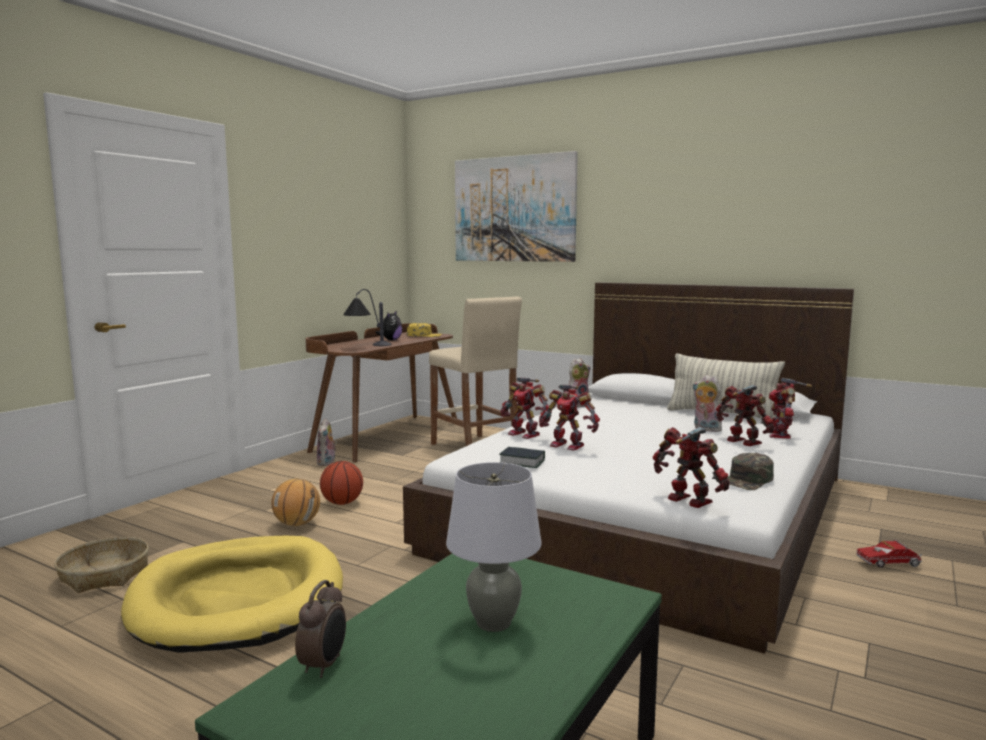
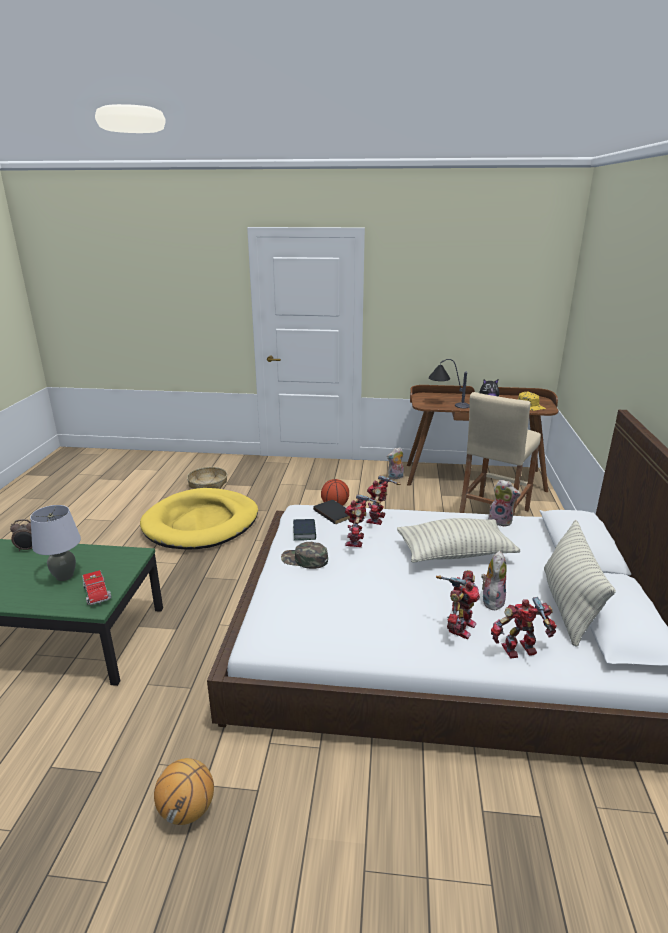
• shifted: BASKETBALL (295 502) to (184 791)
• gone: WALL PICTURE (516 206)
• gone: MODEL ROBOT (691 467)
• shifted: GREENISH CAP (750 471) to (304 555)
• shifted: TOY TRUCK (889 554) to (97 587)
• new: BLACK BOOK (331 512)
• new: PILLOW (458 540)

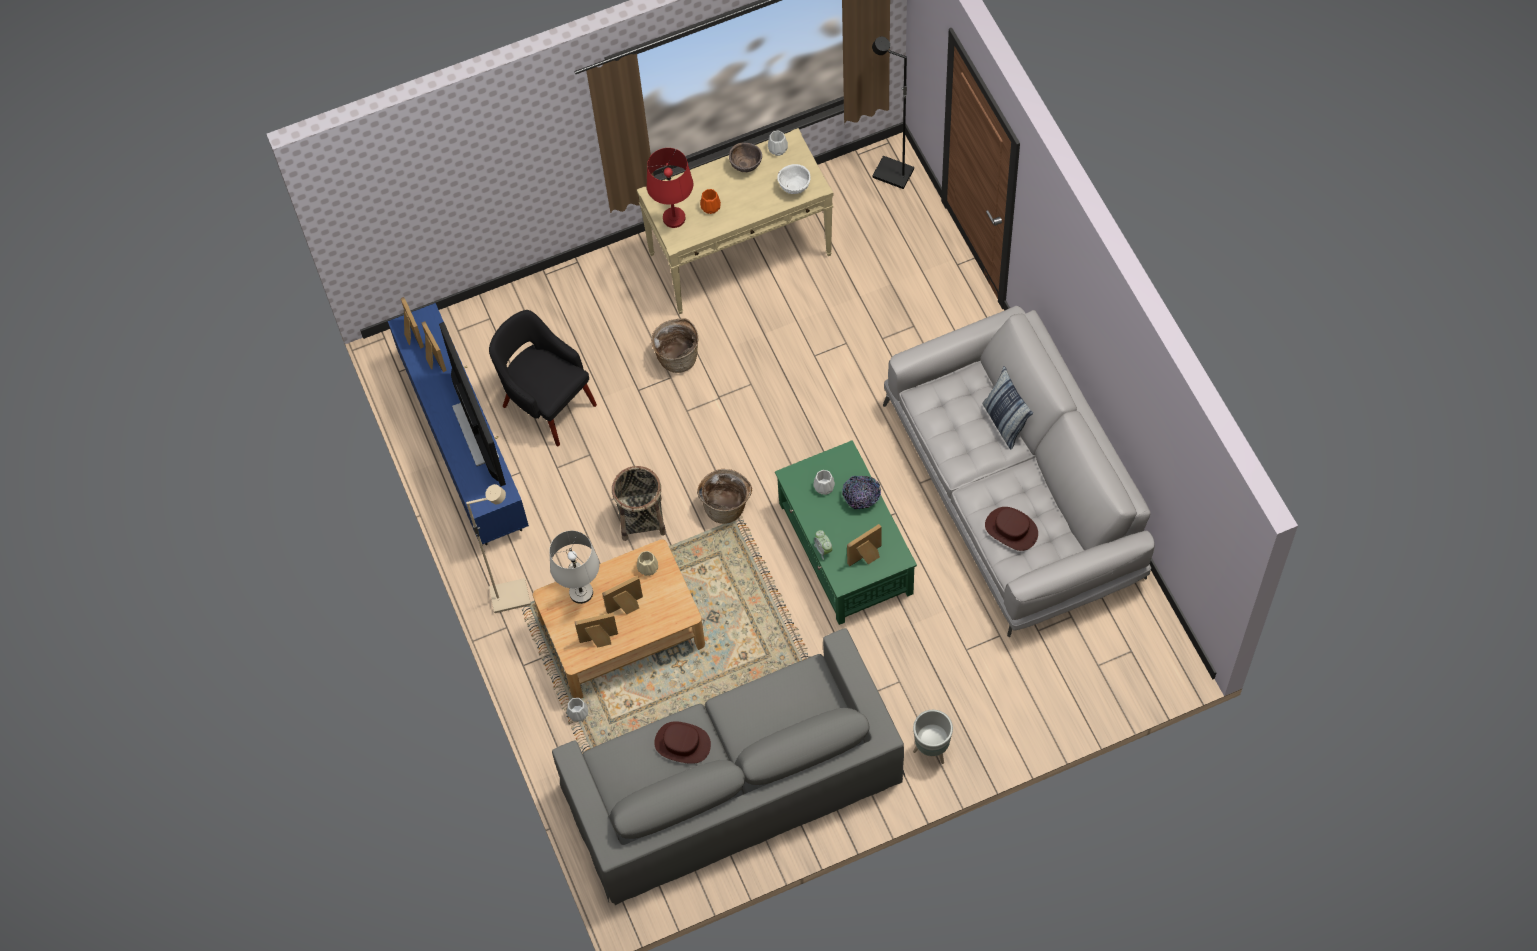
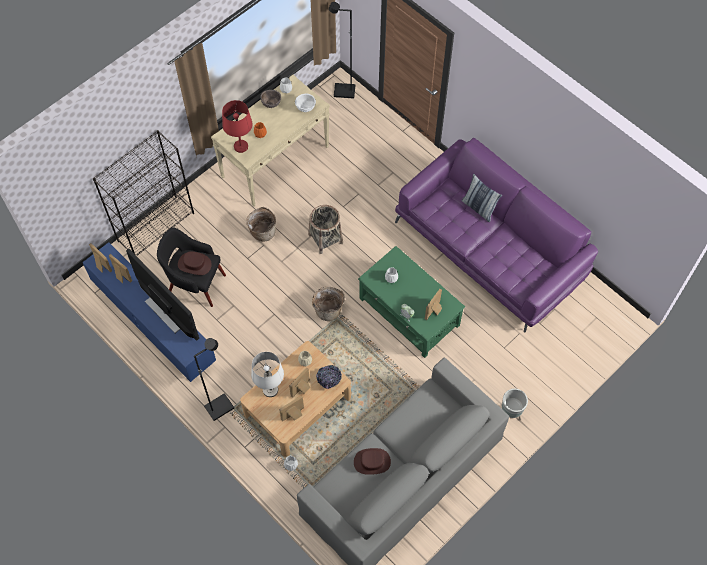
• repainted: BEIGE-COLOURED STANDARD LAMP (498 548) to BLACK STANDARD LAMP (214 379)
• shifted: STORAGE BASKET (639 503) to (325 229)
• shifted: DEEP DISH (861 492) to (329 377)
• repainted: GREYISH SOFA (1019 471) to PURPLISH SOFA (496 235)
• shifted: BROWNISH HAT (1011 529) to (195 263)
• new: BLACK BOOKSHELF (143 193)

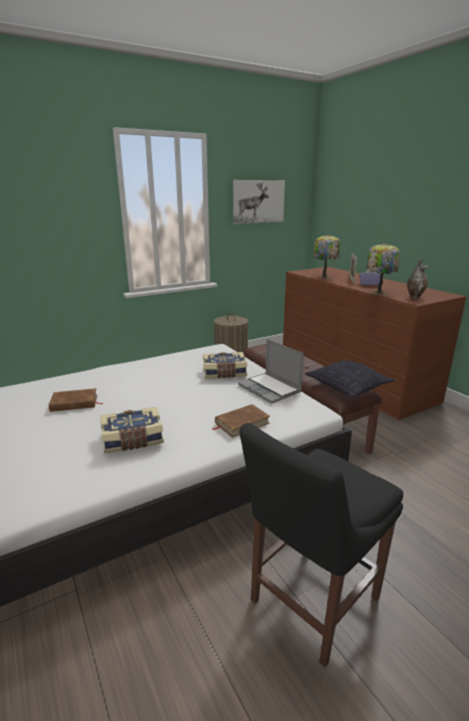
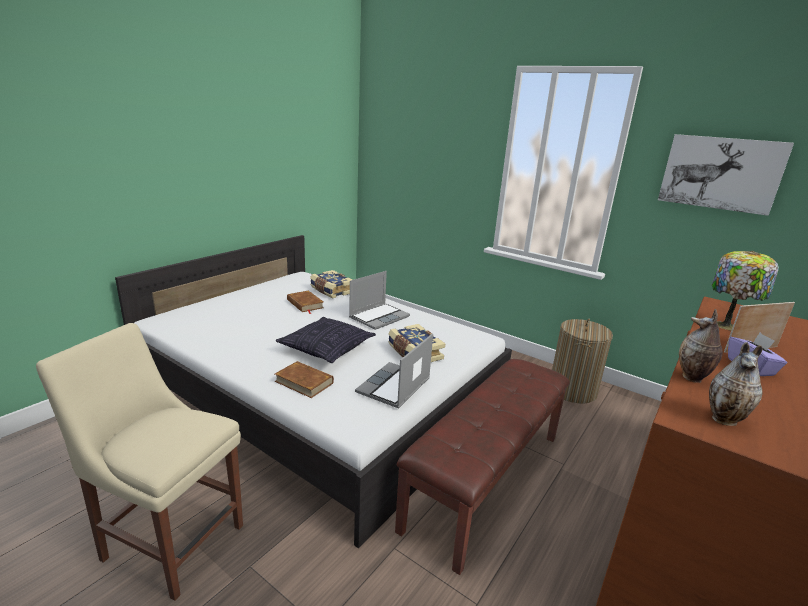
• shifted: BOOK (132 430) to (331 284)
• repainted: BLACK UPRIGHT CHAIR (321 545) to BEIGE-COLOURED UPRIGHT CHAIR (139 462)
• shifted: PILLOW (349 378) to (325 340)
• swapped: LAMP FOR A TABLE (383 269) to DECORATIVE VASE (701 346)
• new: NOTEBOOK COMPUTER (379 300)

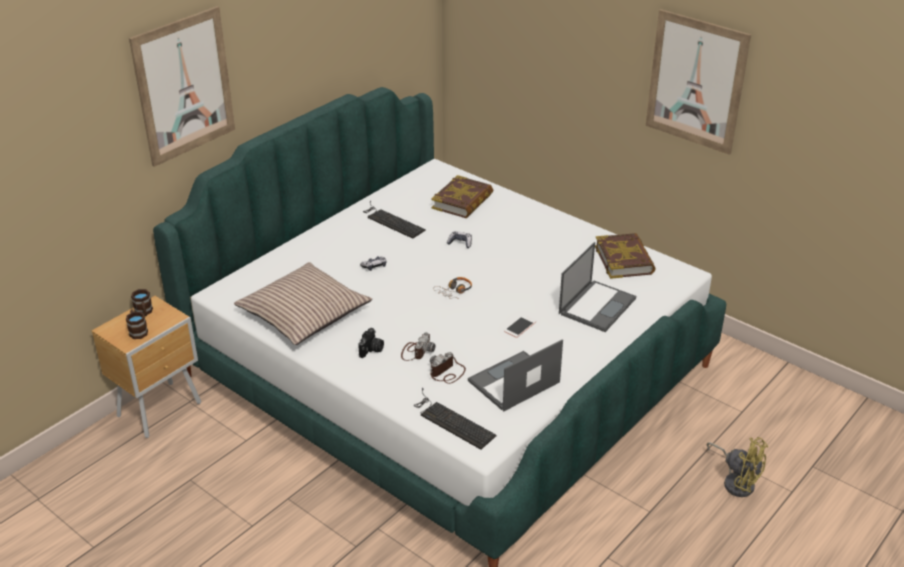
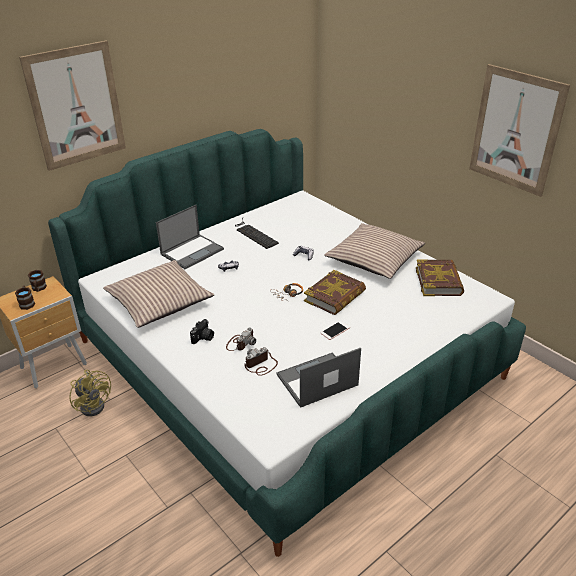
• gone: COMPUTER KEYBOARD (456 419)
• shifted: BOOK (462 196) to (335 292)
• shifted: NOTEBOOK COMPUTER (597 287) to (190 237)
• shifted: YELLOW-COLOURED COOLING FAN (737 467) to (90 393)
• new: PILLOW (374 251)

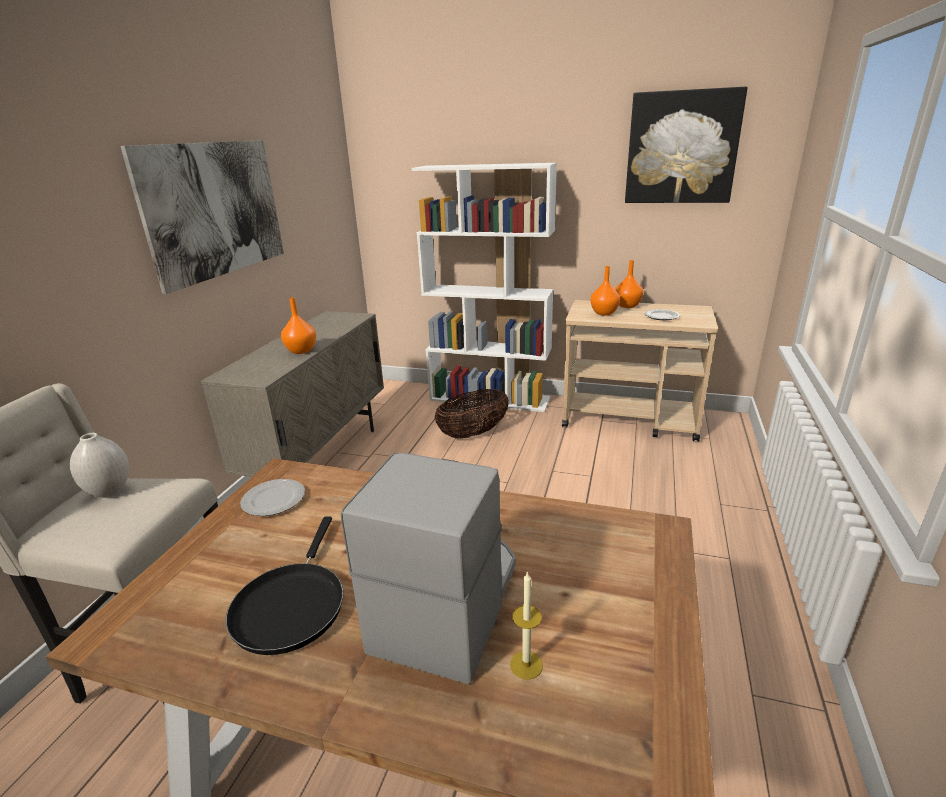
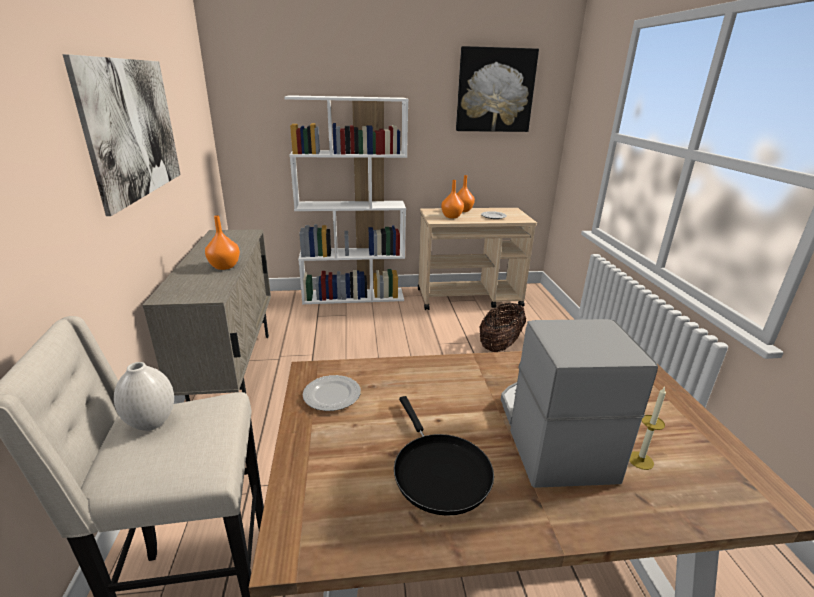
• shifted: STORAGE BASKET (472 414) to (502 327)

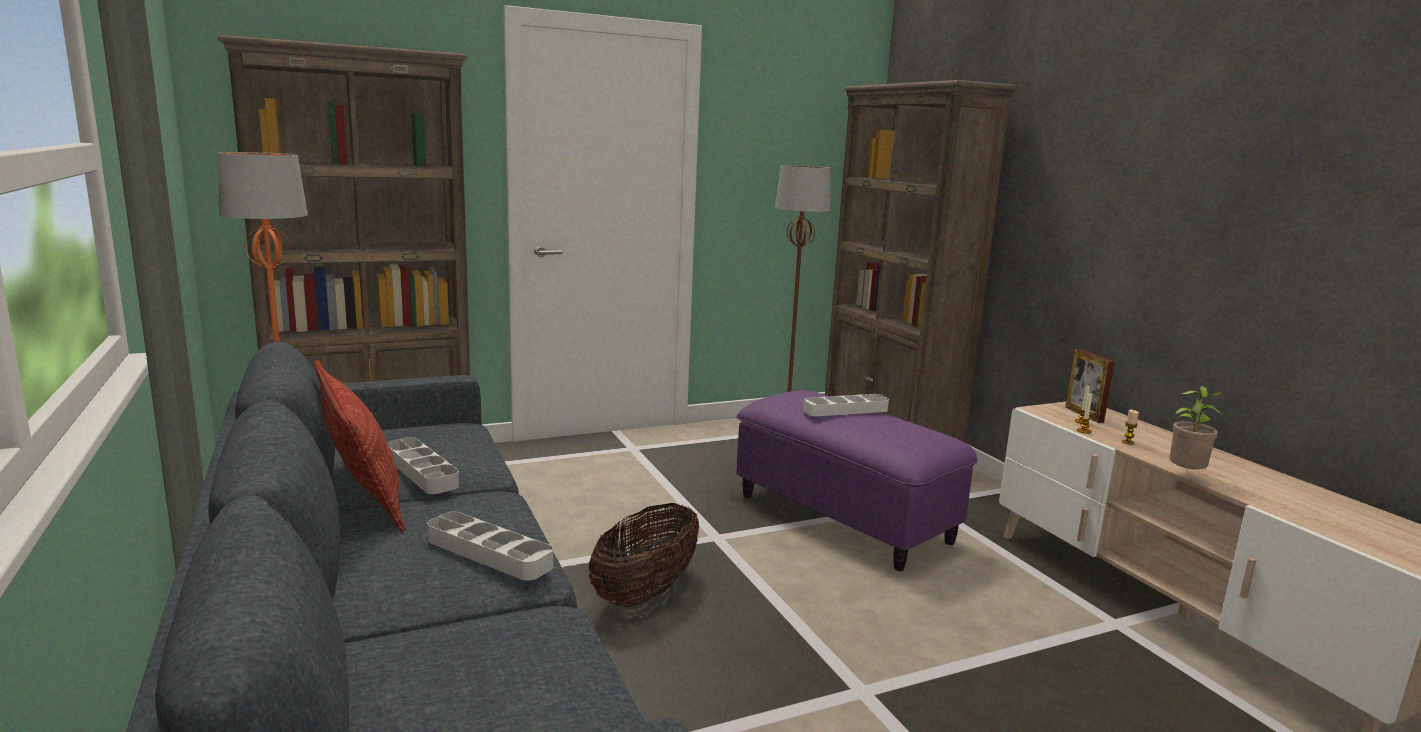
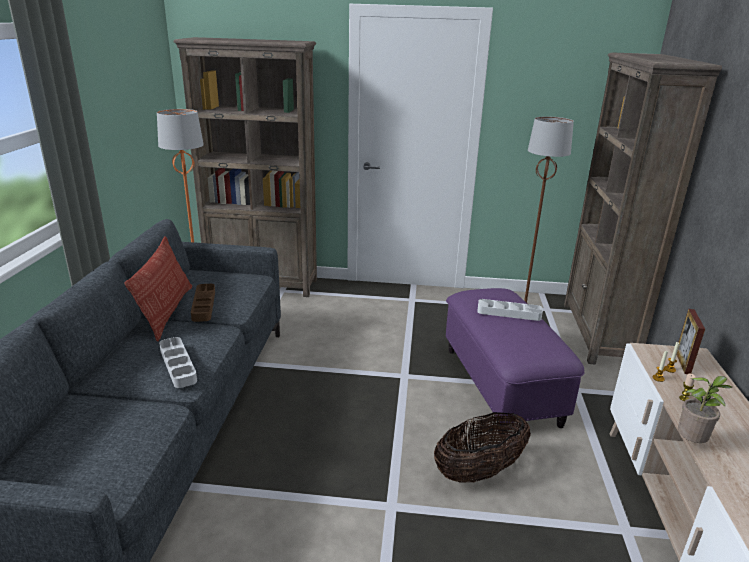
• repainted: GREYISH SERVING TRAY (423 466) to BROWNISH SERVING TRAY (203 303)
• shifted: STORAGE BASKET (643 555) to (482 447)

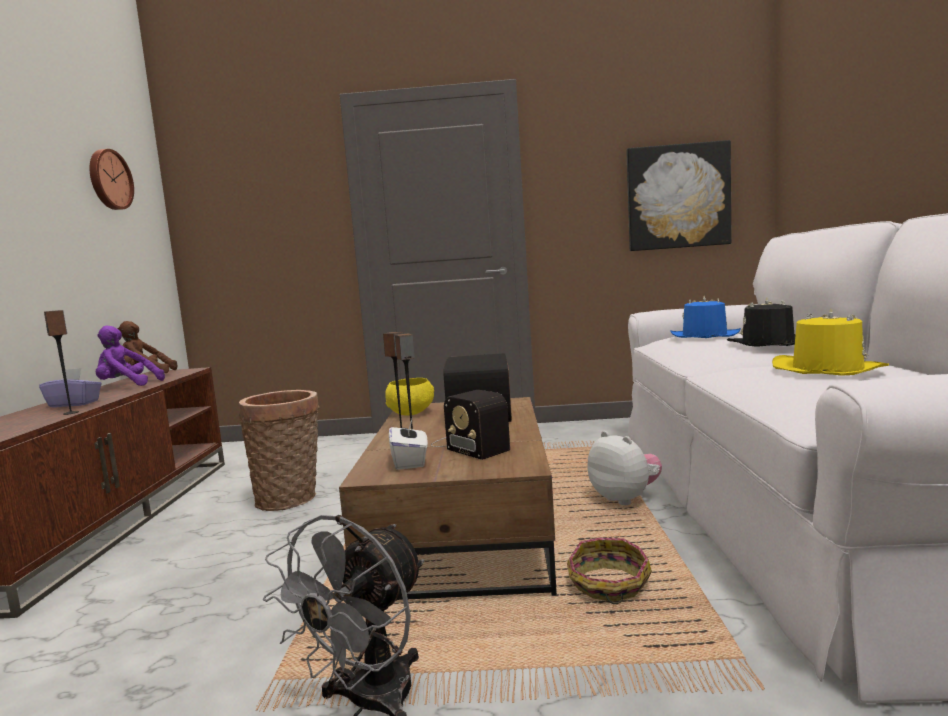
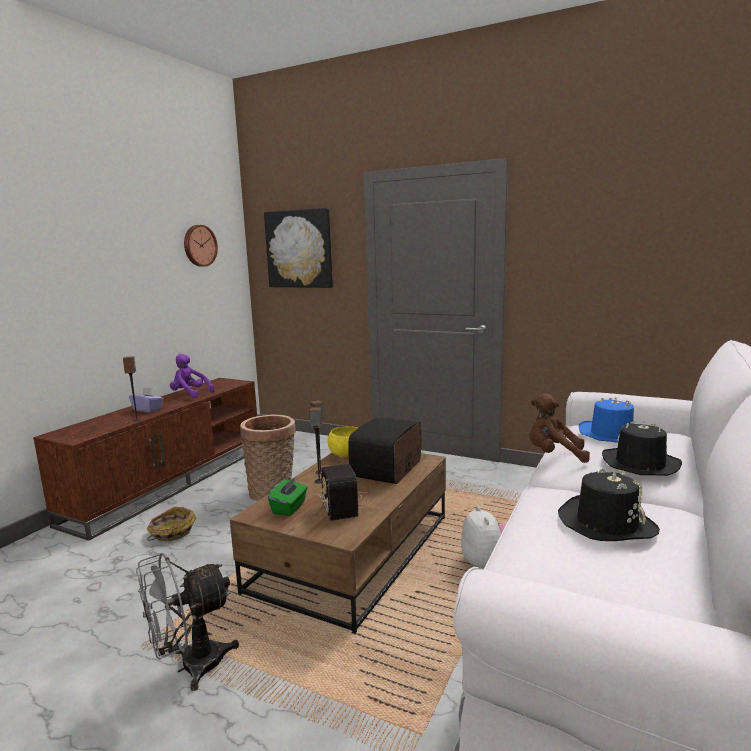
• shifted: BROWNISH SOFT TOY (147 347) to (560 428)
• repainted: WHITE-COLOURED BOX OF TISSUES (408 443) to GREENISH BOX OF TISSUES (288 496)
• shifted: STORAGE BASKET (609 571) to (171 524)
• shifted: WALL PICTURE (679 195) to (298 248)
• repainted: YELLOW-COLOURED HAT (830 342) to BLACK HAT (609 504)

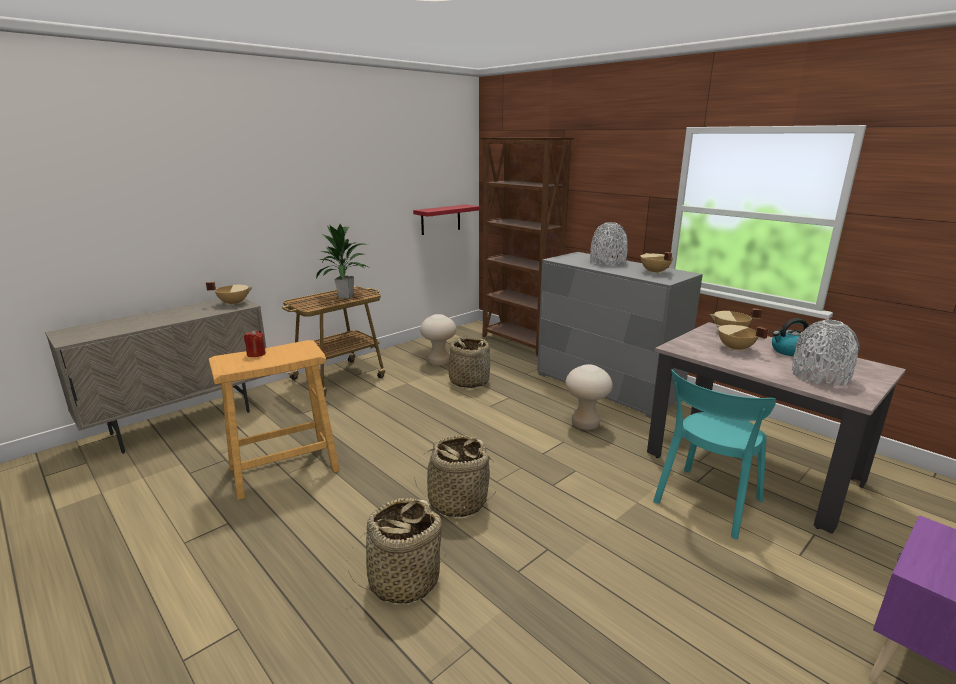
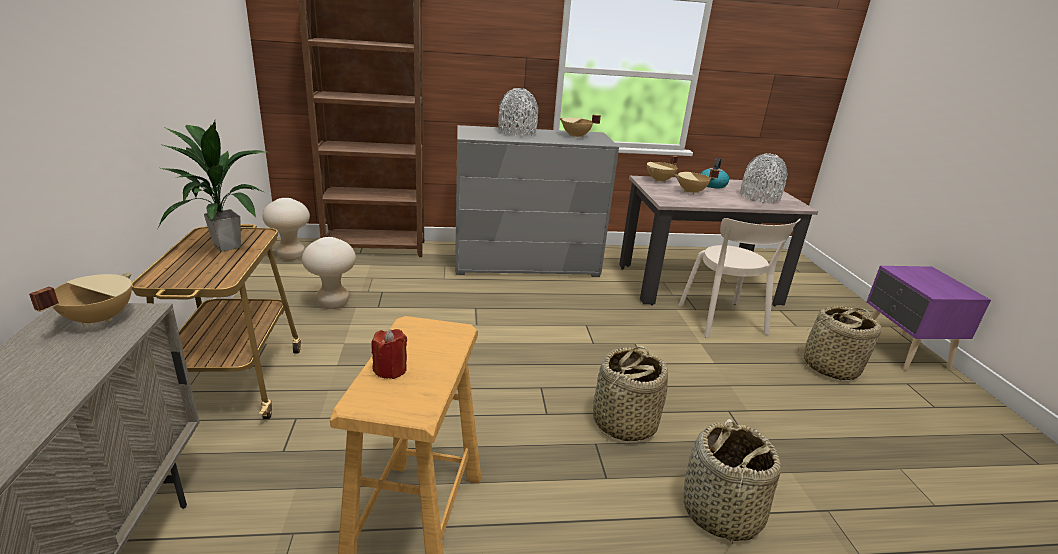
• gone: REDDISH BRACKET SHELF (446 220)
• shifted: STORAGE BASKET (469 362) to (839 343)
• shifted: BEIGE-COLOURED SITTING STOOL (589 397) to (286 229)
• repainted: TURQUOISE-COLOURED UPRIGHT CHAIR (714 454) to BEIGE-COLOURED UPRIGHT CHAIR (739 278)

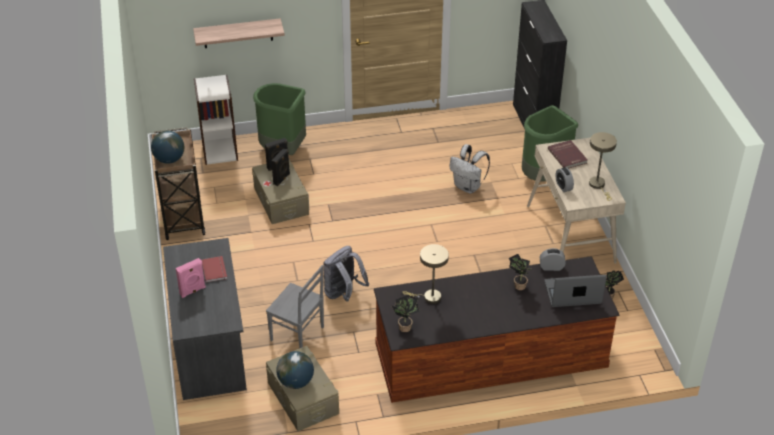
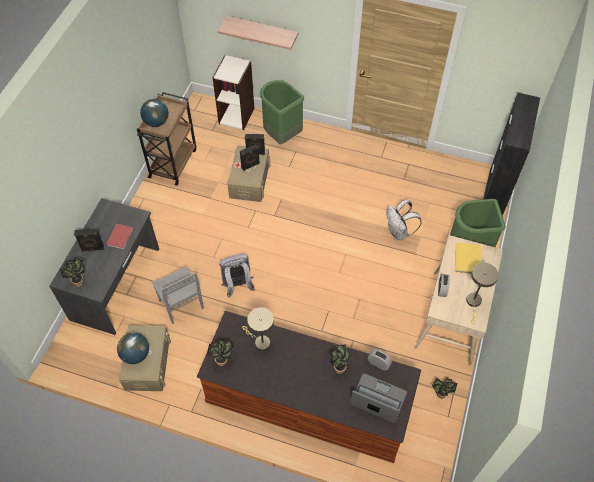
• repainted: PINKISH SPEAKER (190 278) to BLACK SPEAKER (89 240)
• repainted: REDDISH BOOK (567 154) to YELLOW-COLOURED BOOK (468 258)
• new: PLANT IN A POT (72 272)

